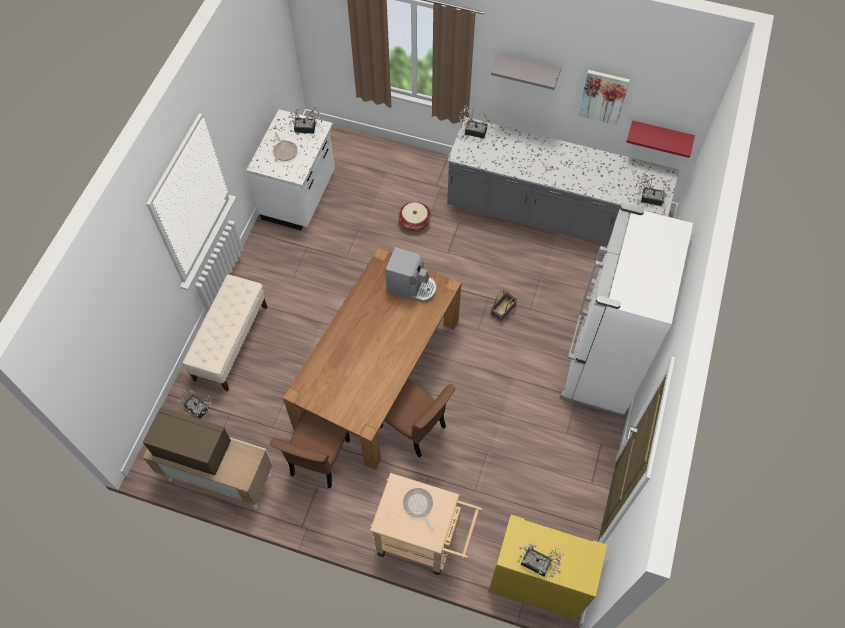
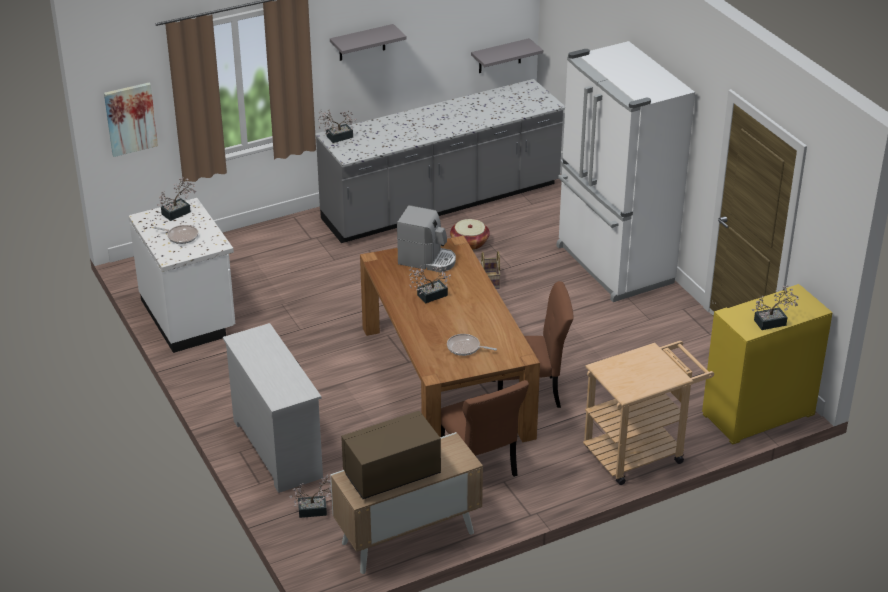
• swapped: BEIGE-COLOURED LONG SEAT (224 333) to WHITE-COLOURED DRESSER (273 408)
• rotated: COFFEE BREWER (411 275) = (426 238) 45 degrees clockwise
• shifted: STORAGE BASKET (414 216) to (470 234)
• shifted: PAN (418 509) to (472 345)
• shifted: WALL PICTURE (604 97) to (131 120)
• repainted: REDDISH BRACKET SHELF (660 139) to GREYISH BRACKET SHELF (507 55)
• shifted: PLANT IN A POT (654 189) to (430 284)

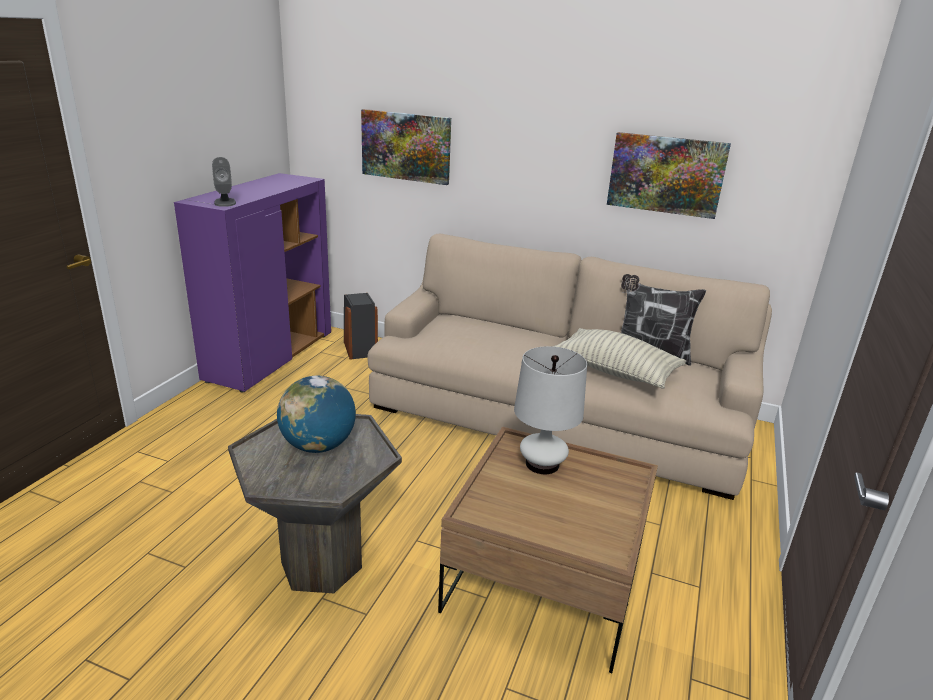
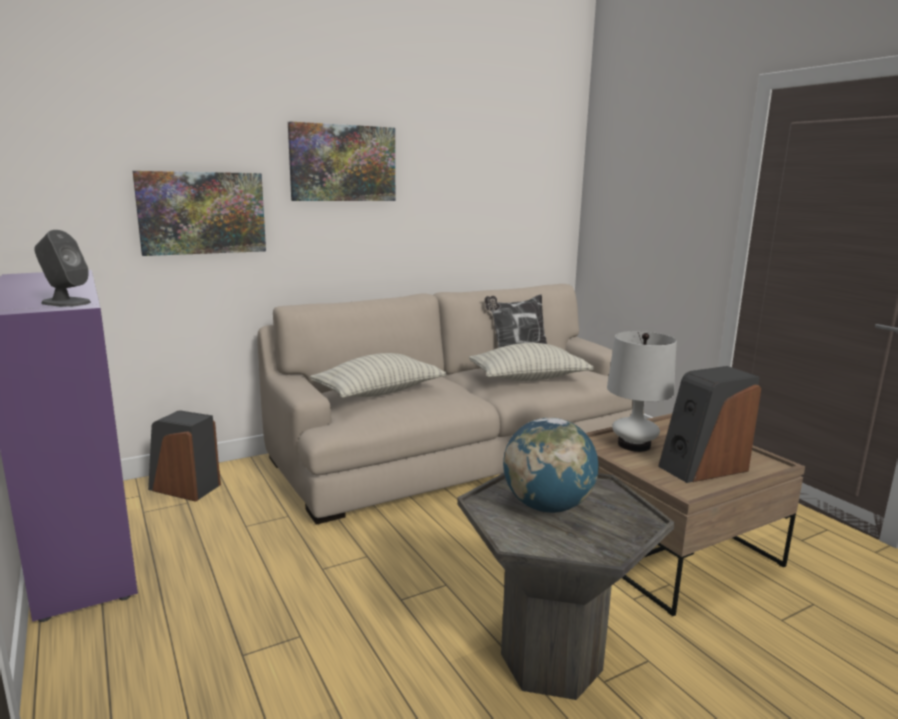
• shifted: WALL PICTURE (669 175) to (341 161)
• new: PILLOW (378 375)
• new: SPEAKER (709 424)

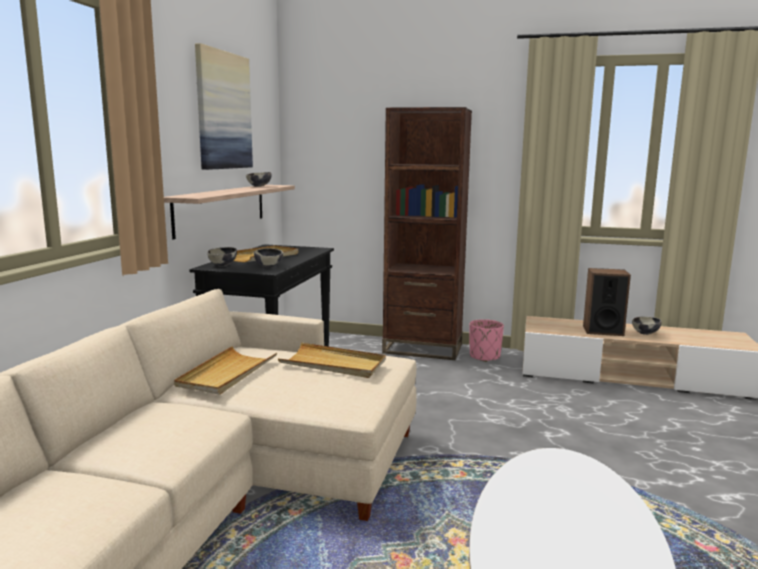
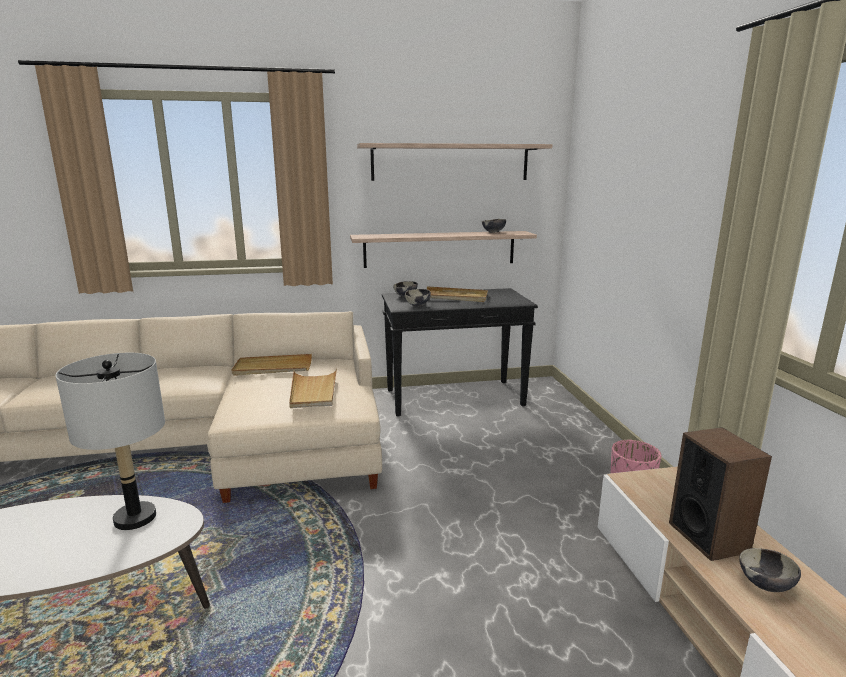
• swapped: WALL PICTURE (224 106) to BRACKET SHELF (454 162)
• gone: BROWNISH BOOKSHELF (427 233)
• new: GREYISH LAMP FOR A TABLE (110 441)

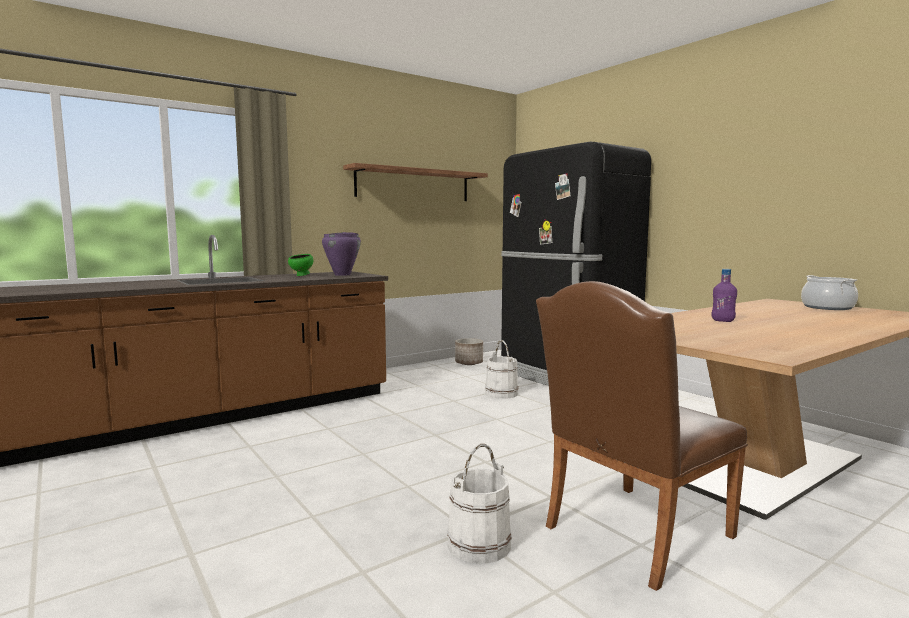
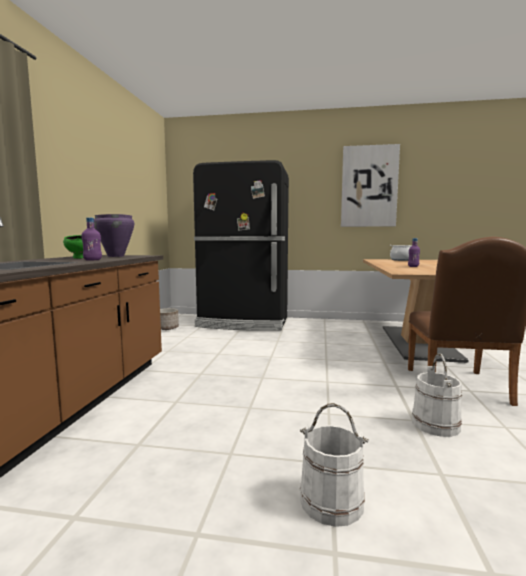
• gone: BRACKET SHELF (415 182)
• shifted: WHITE-COLOURED PAIL (502 369) to (334 465)
• new: PURPLISH DRINK BOTTLE (92 239)
• new: WALL PICTURE (370 185)

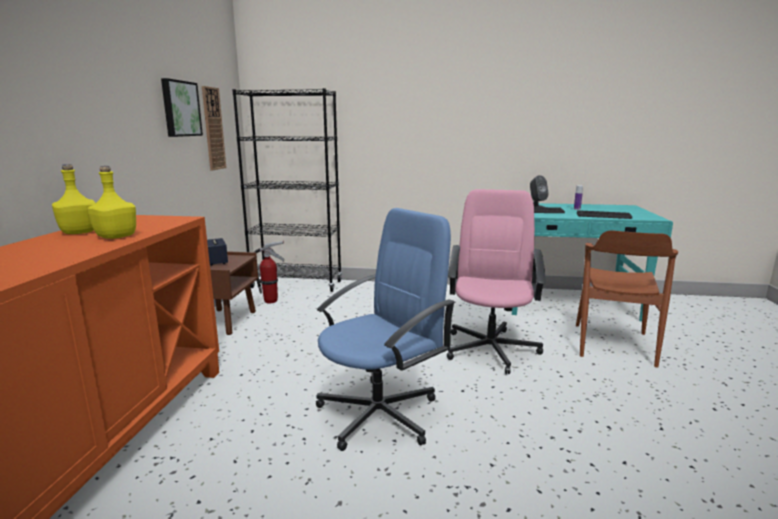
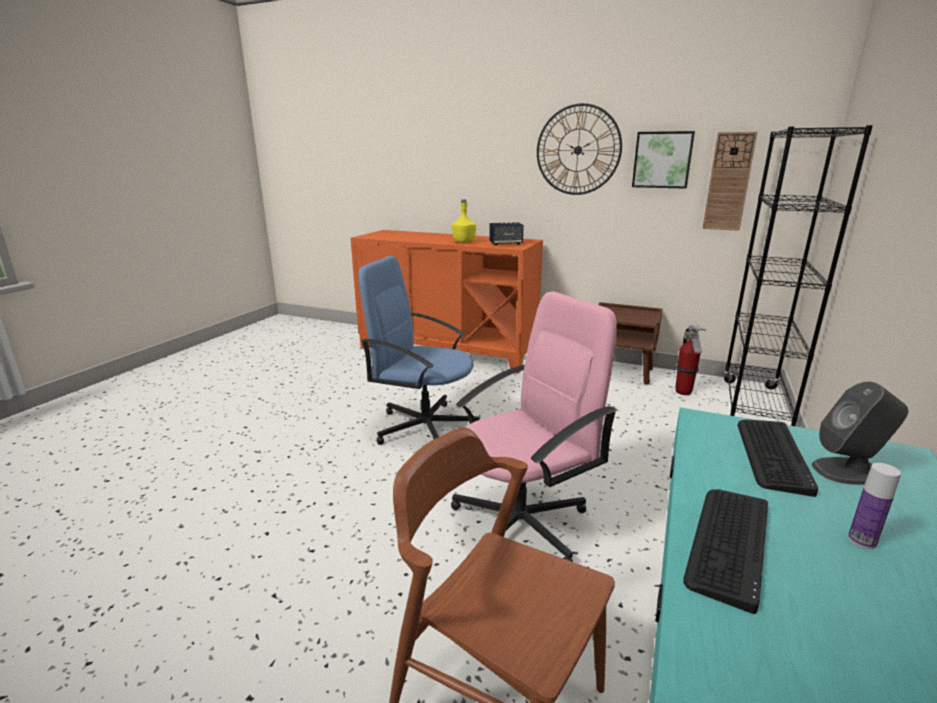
• gone: YELLOW-COLOURED DRINK BOTTLE (73 199)
• shifted: SPEAKER (217 252) to (506 233)
• rotated: BLUE-COLOURED OFFICE CHAIR (385 329) = (419 350) 135 degrees clockwise
• rotated: PINKISH OFFICE CHAIR (496 281) = (534 426) 60 degrees counterclockwise
• new: CLOCK ON THE WALL (579 149)

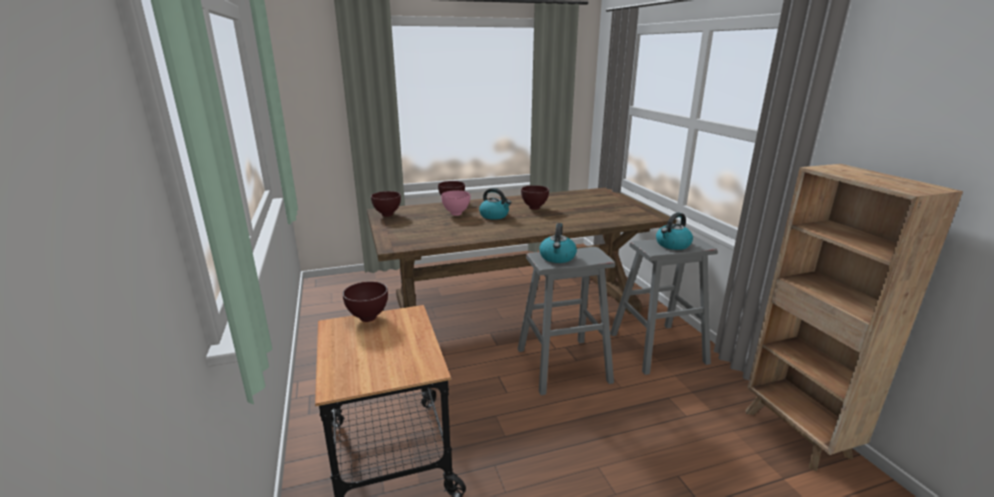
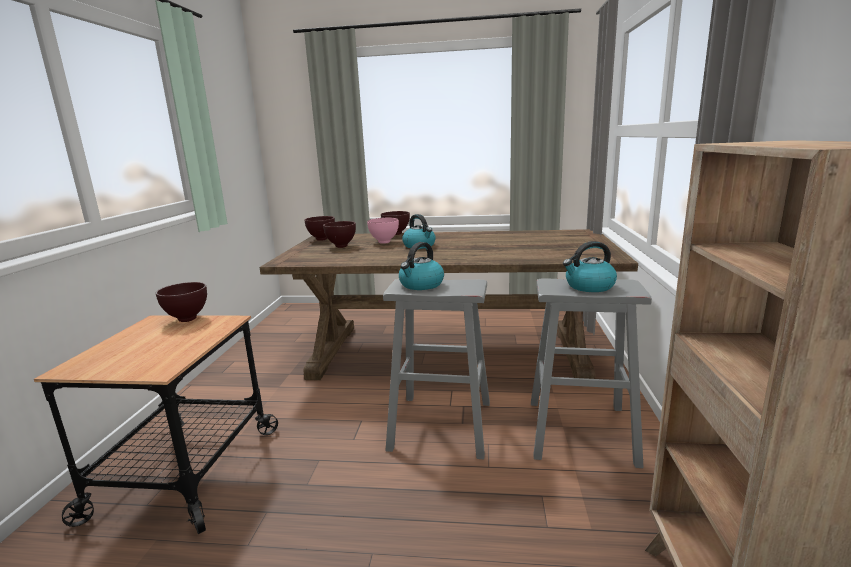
• shifted: BROWNISH DEEP DISH (535 197) to (339 234)

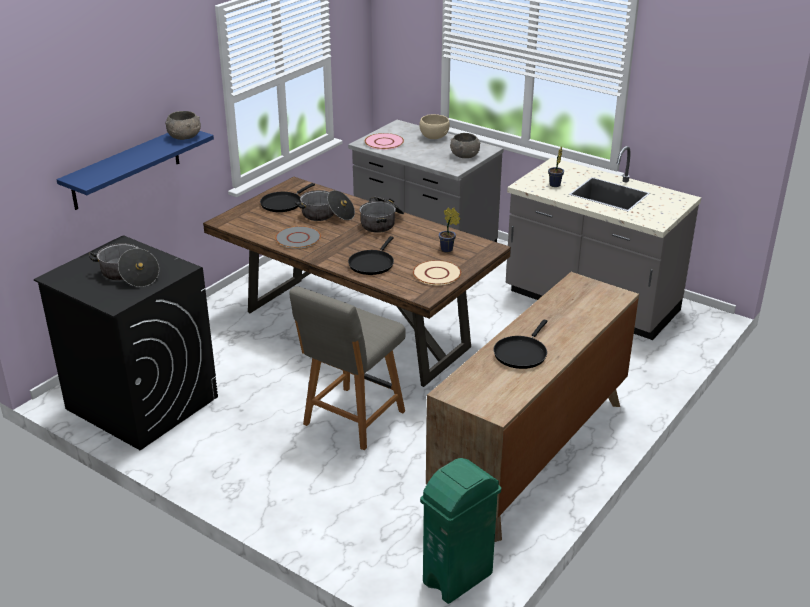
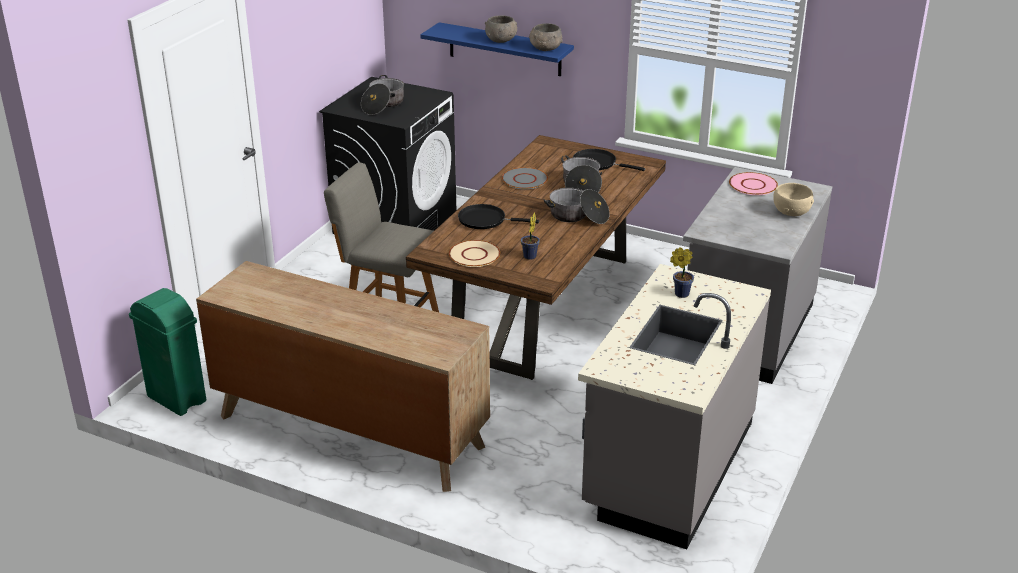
• shifted: GREYISH DEEP DISH (465 145) to (501 29)
• gone: BLACK PAN (520 344)

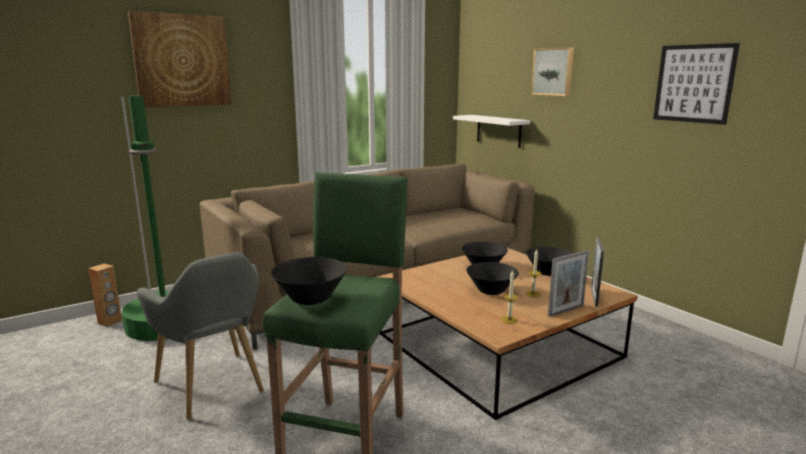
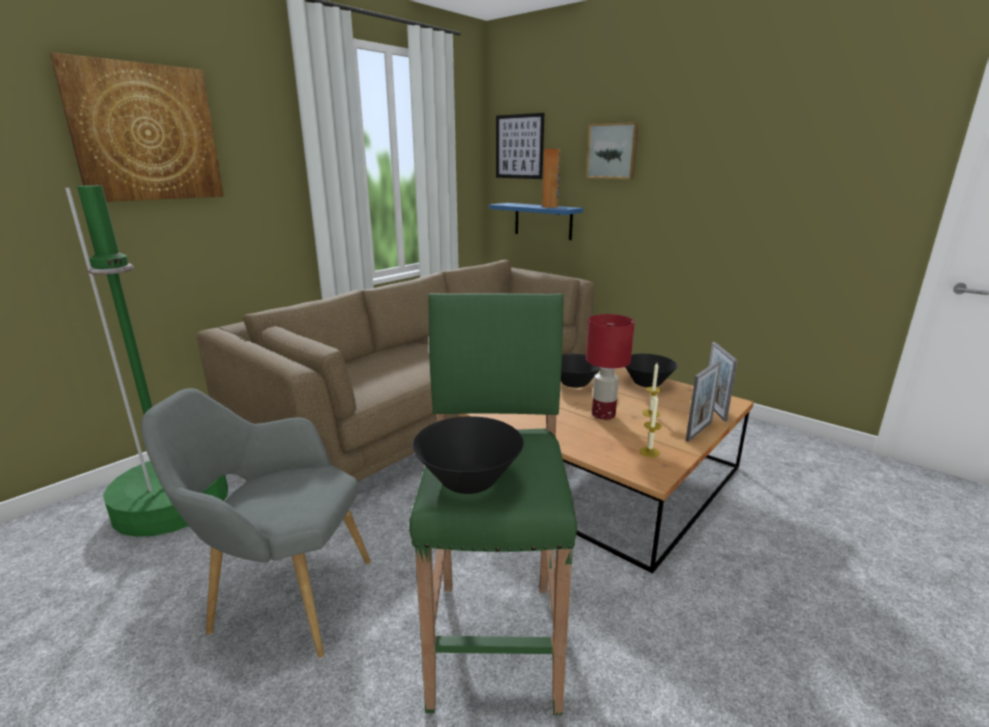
• shifted: BROWNISH SPEAKER (105 295) to (551 178)
• rotated: GREYISH EASY CHAIR (200 335) = (256 523) 150 degrees clockwise
• repainted: WHITE-COLOURED BRACKET SHELF (491 131) to BLUE-COLOURED BRACKET SHELF (536 221)
• swapped: BLACK DEEP DISH (492 278) to REDDISH LAMP FOR A TABLE (610 367)
• shifted: WALL PICTURE (696 84) to (520 146)

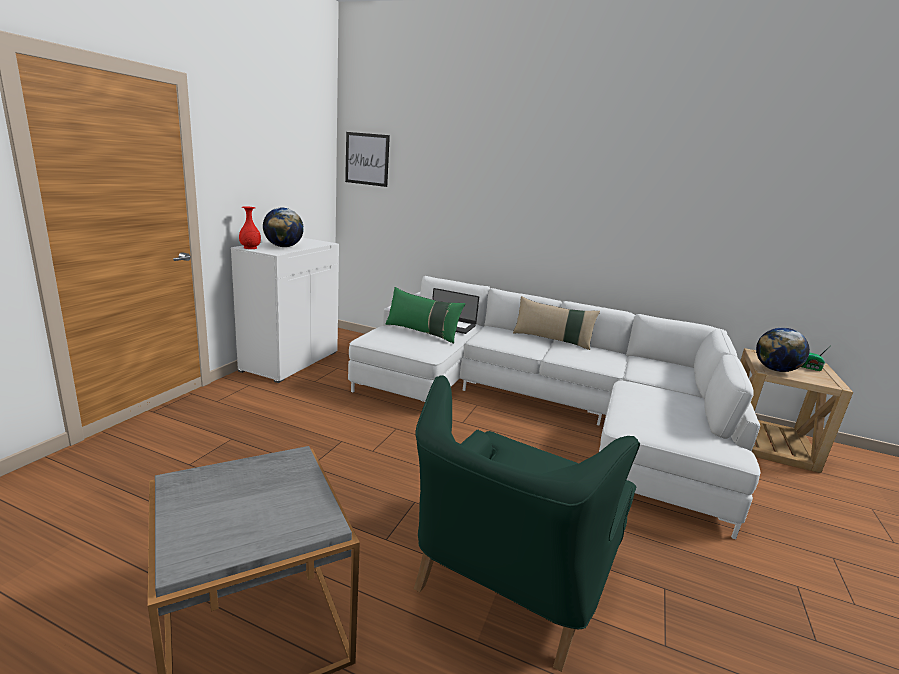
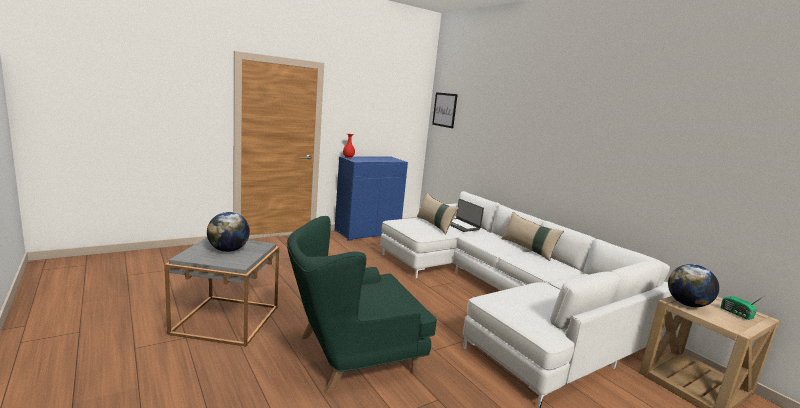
• repainted: WHITE-COLOURED CABINET (285 310) to BLUE-COLOURED CABINET (371 198)
• shifted: GLOBE (283 227) to (228 232)
• repainted: GREENISH PILLOW (426 315) to BEIGE-COLOURED PILLOW (438 213)

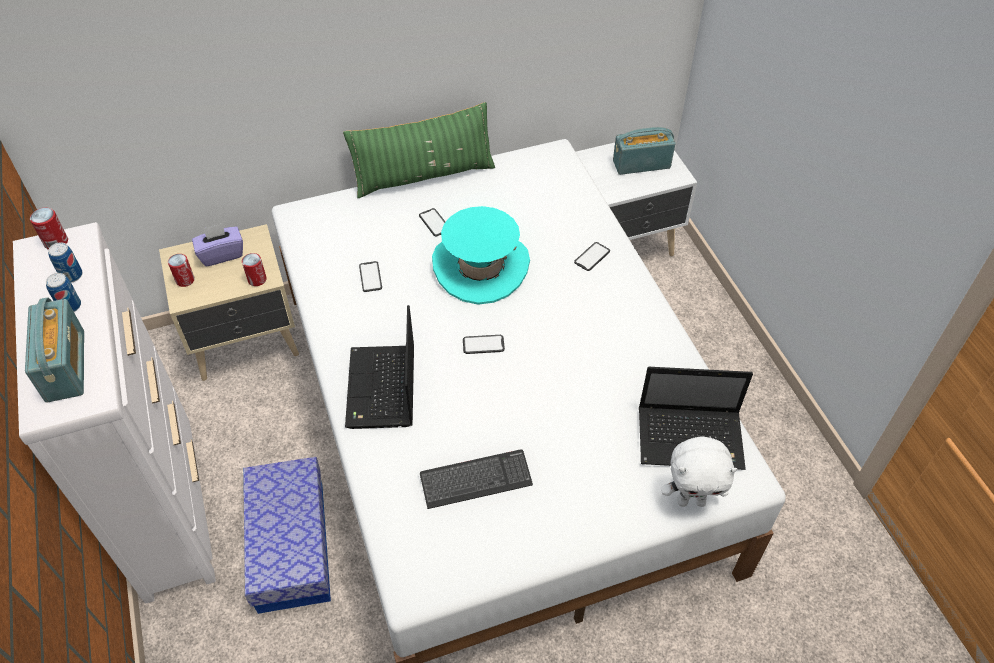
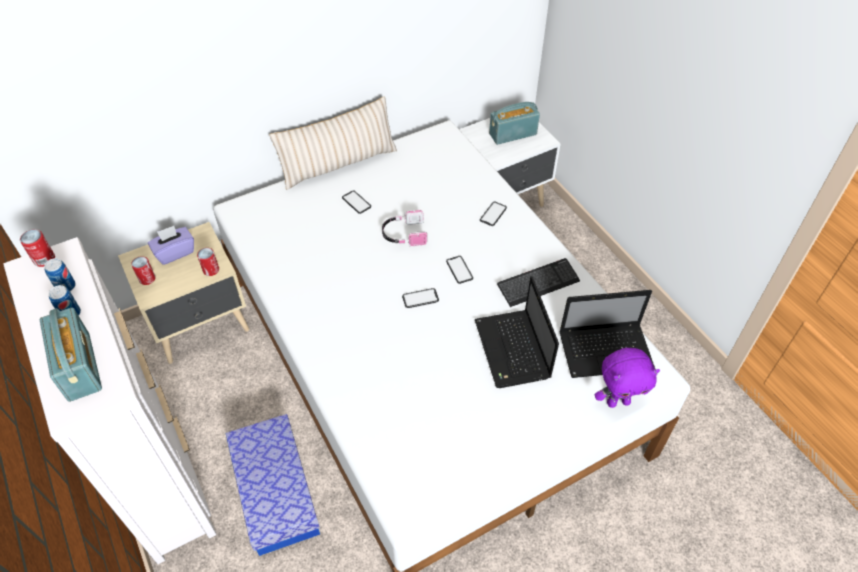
• repainted: GREENISH PILLOW (419 150) to BEIGE-COLOURED PILLOW (333 143)
• shifted: NOTEBOOK COMPUTER (379 367) to (517 332)
• shifted: HANDSET (370 276) to (459 270)
• shifted: COMPUTER KEYBOARD (476 479) to (538 282)
• swapped: TURQUOISE-COLOURED HAT (481 255) to HEADSET (404 228)
• repainted: WHITE-COLOURED SOFT TOY (699 471) to PURPLISH SOFT TOY (627 378)

